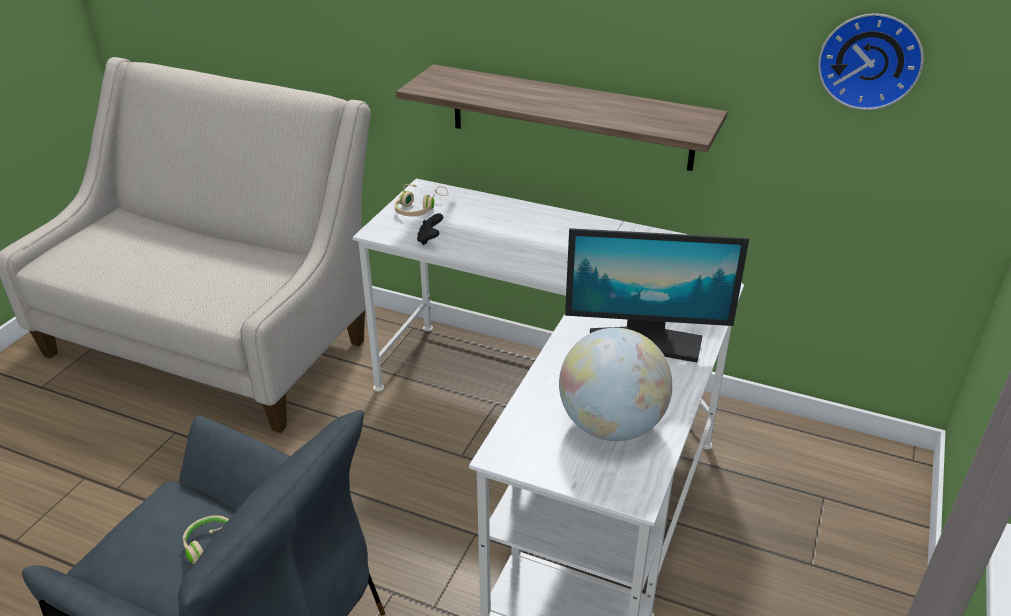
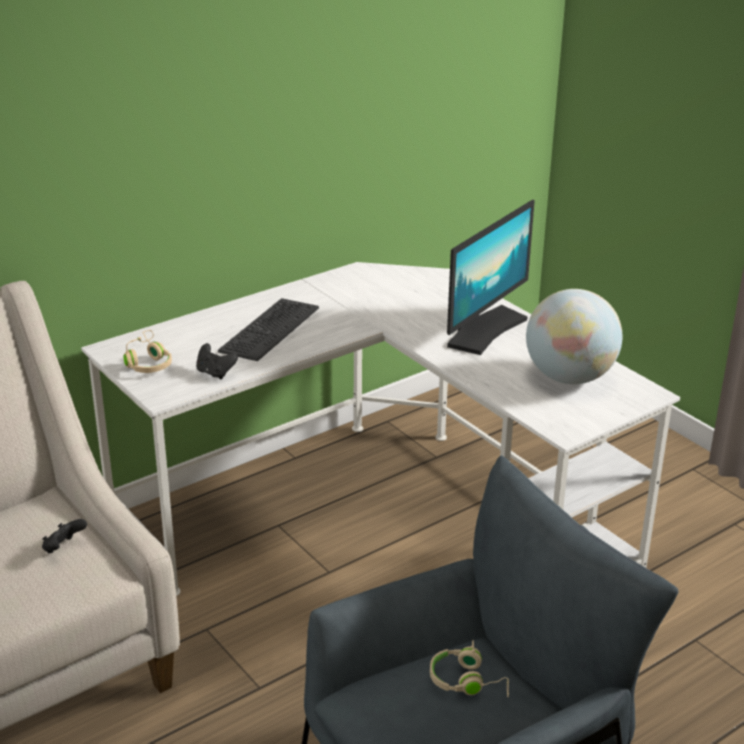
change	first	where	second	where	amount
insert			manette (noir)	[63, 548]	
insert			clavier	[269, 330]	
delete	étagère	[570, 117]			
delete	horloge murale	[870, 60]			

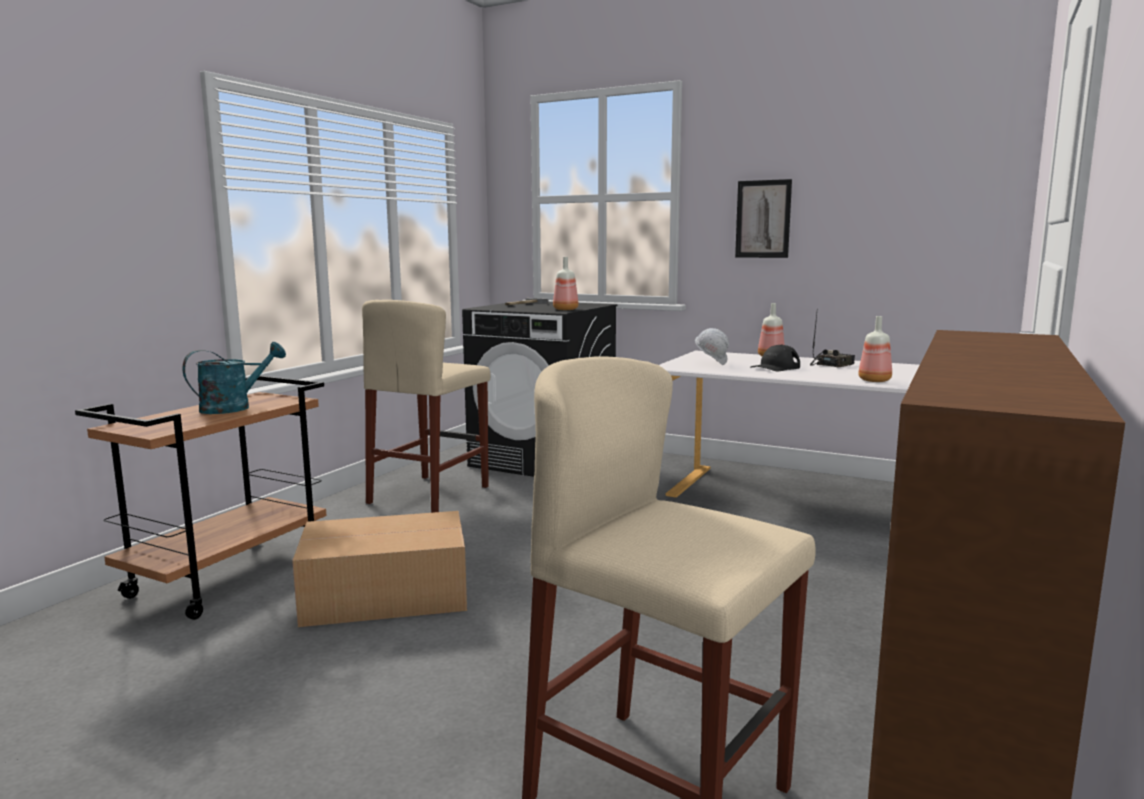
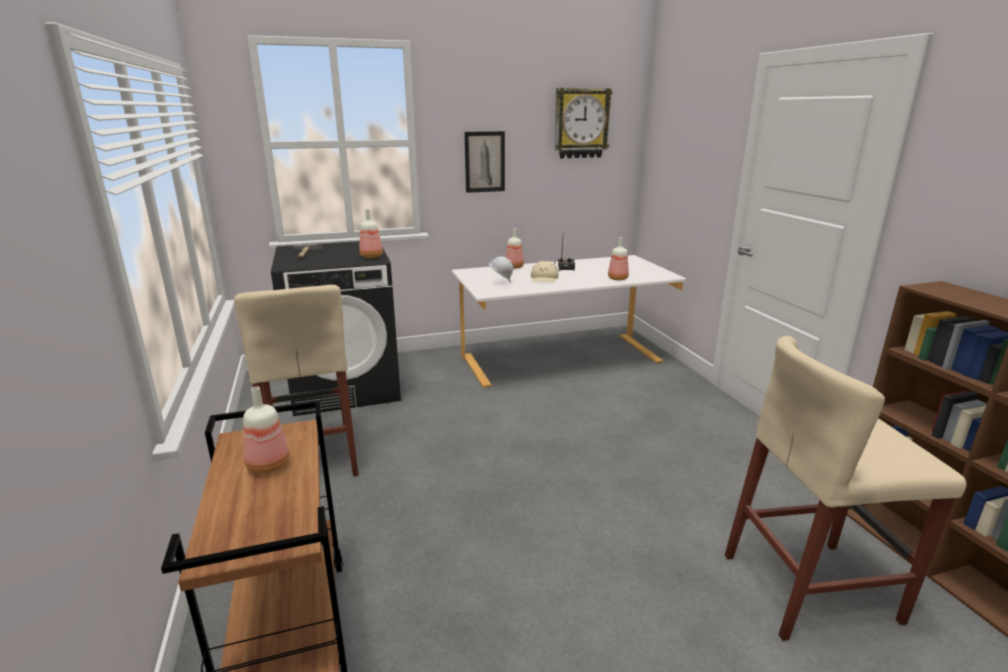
change	first	where	second	where	amount
replace	arrosoir (turquoise)	[234, 407]	bouteille	[267, 466]	
recolor	casquette (noir)	[775, 367]	casquette (beige)	[544, 278]	
insert			horloge murale	[581, 123]	
delete	carton	[383, 595]			

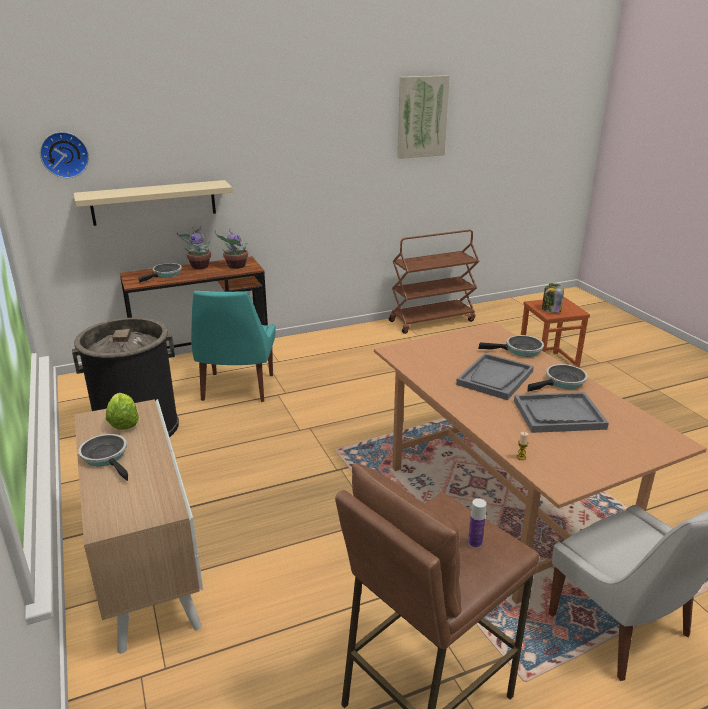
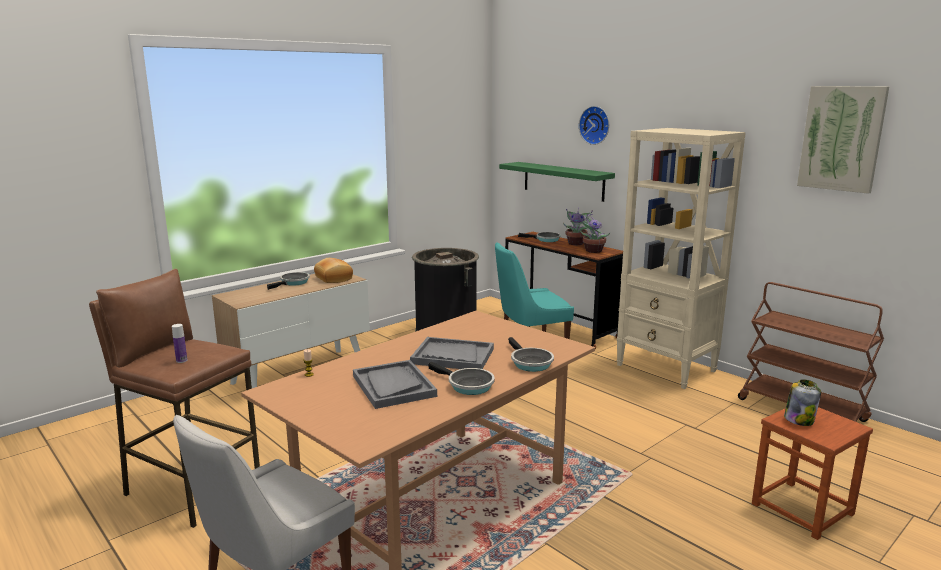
change	first	where	second	where	amount
replace	laitue	[124, 422]	pain	[333, 278]	
recolor	étagère (beige)	[154, 202]	étagère (vert)	[563, 181]	
move	horloge murale	[64, 154]		[595, 125]	
insert			bibliothèque (beige)	[666, 368]	

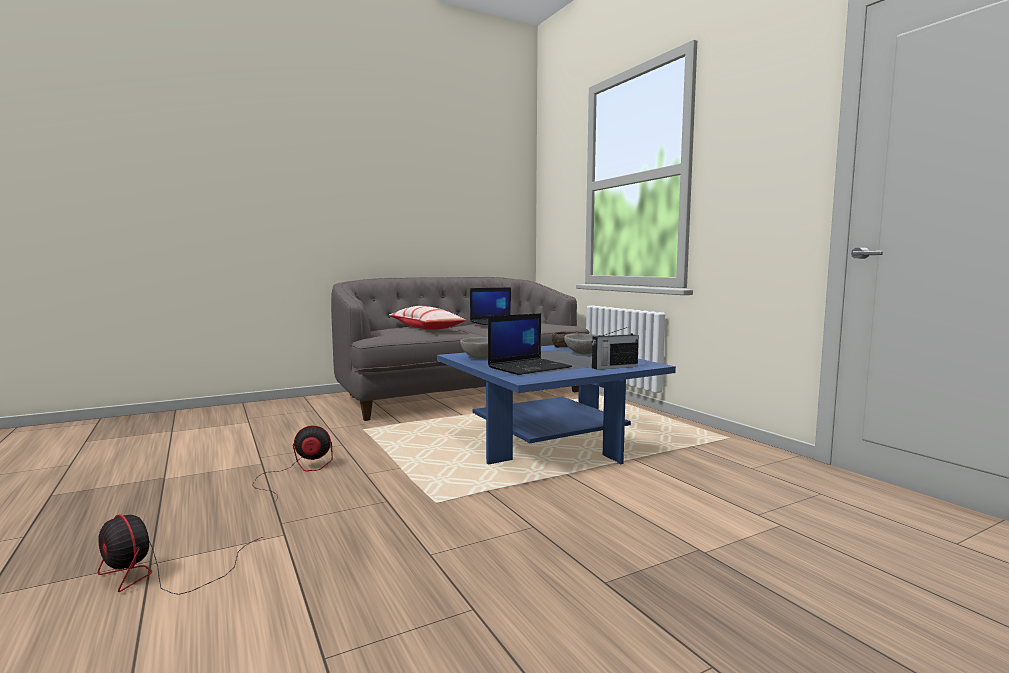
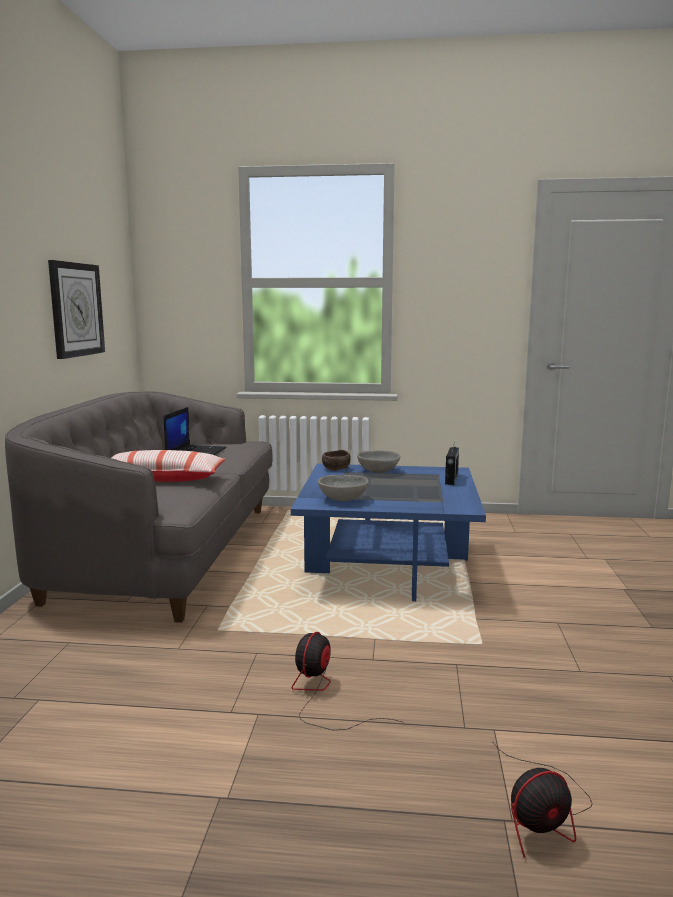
change	first	where	second	where	amount
insert			horloge murale	[76, 309]	
delete	ordinateur portable	[529, 367]			

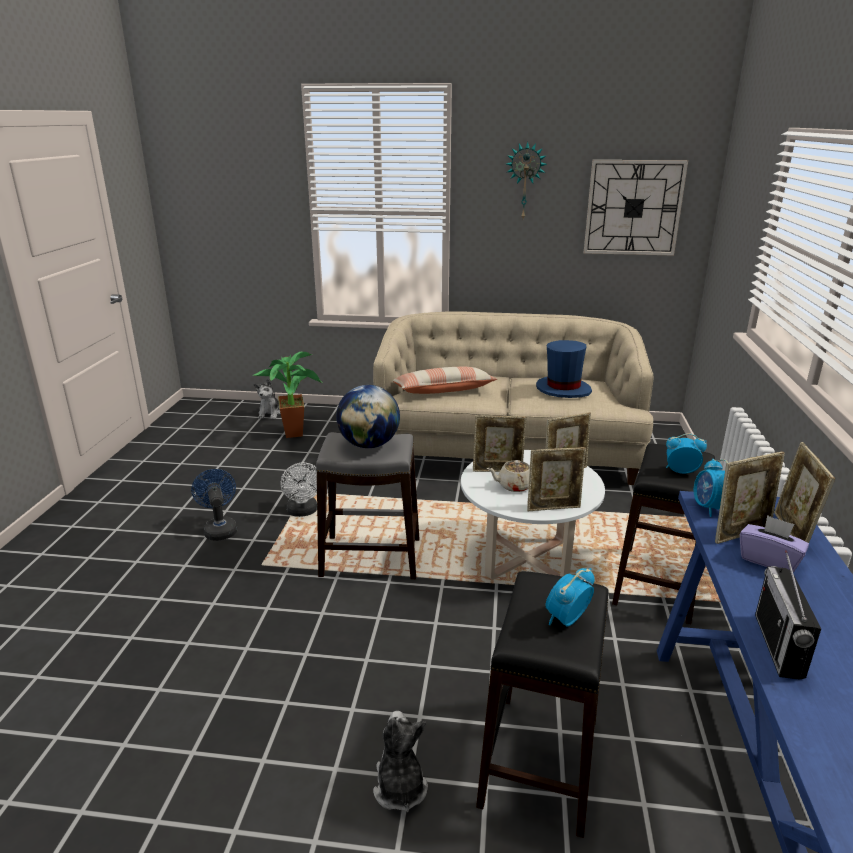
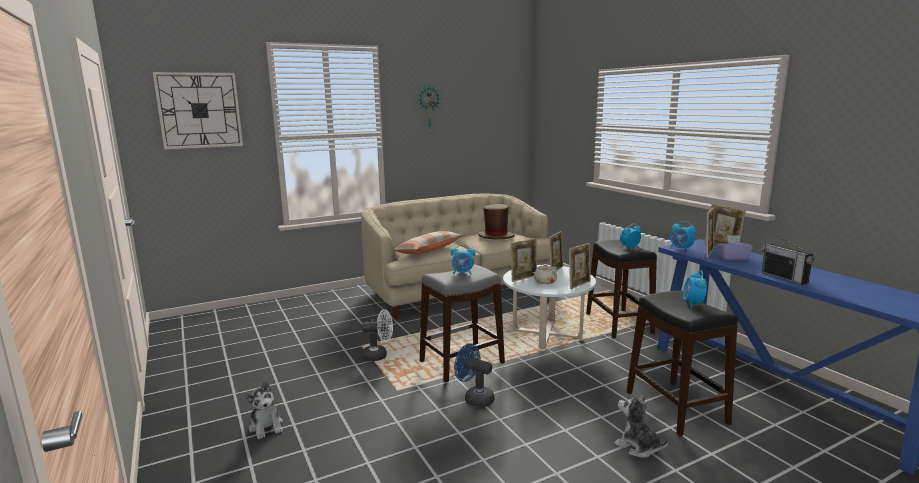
change	first	where	second	where	amount
move	horloge murale	[633, 208]		[199, 110]	
move	peluche	[270, 413]		[266, 426]	
rotate	ventilateur (blanc)	[303, 512]		[379, 356]	45 degrees counterclockwise
replace	globe	[369, 445]	réveil	[463, 273]	
move	ventilateur (bleu)	[220, 529]		[474, 398]	
recolor	chapeau (bleu)	[563, 389]	chapeau (marron)	[496, 236]	
delete	plante en pot	[296, 431]			

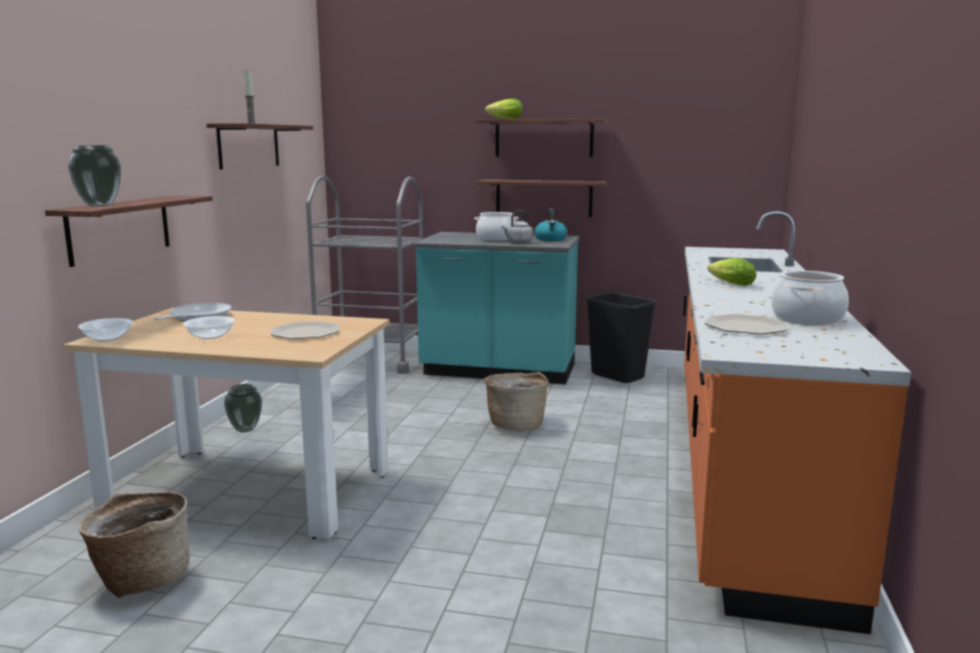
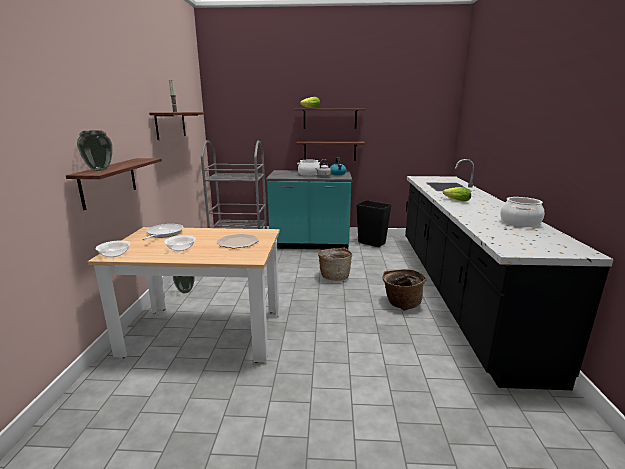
change	first	where	second	where	amount
move	panier	[141, 578]		[401, 303]	
recolor	comptoir de cuisine (orange)	[741, 463]	comptoir de cuisine (noir)	[457, 290]	
delete	assiette	[745, 327]			

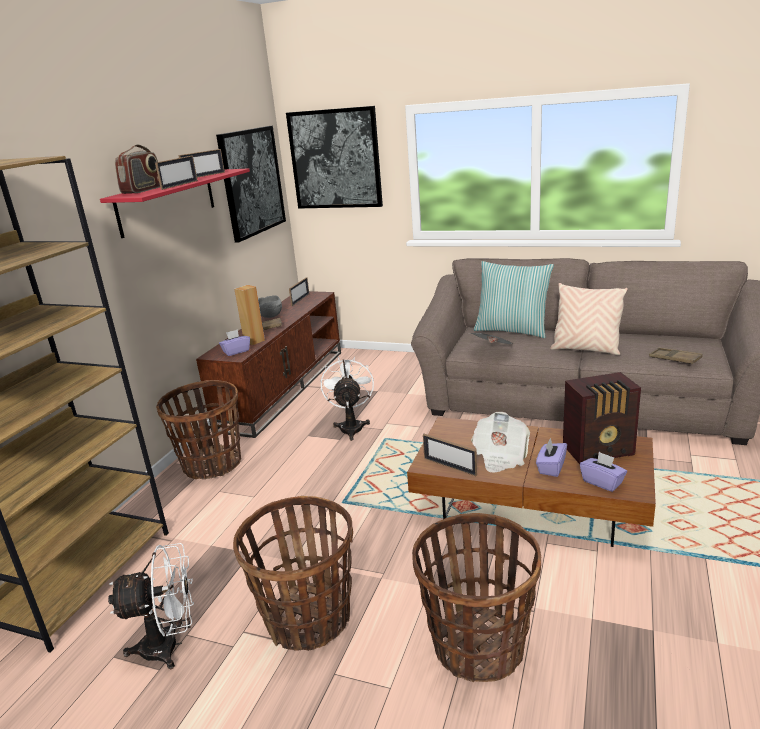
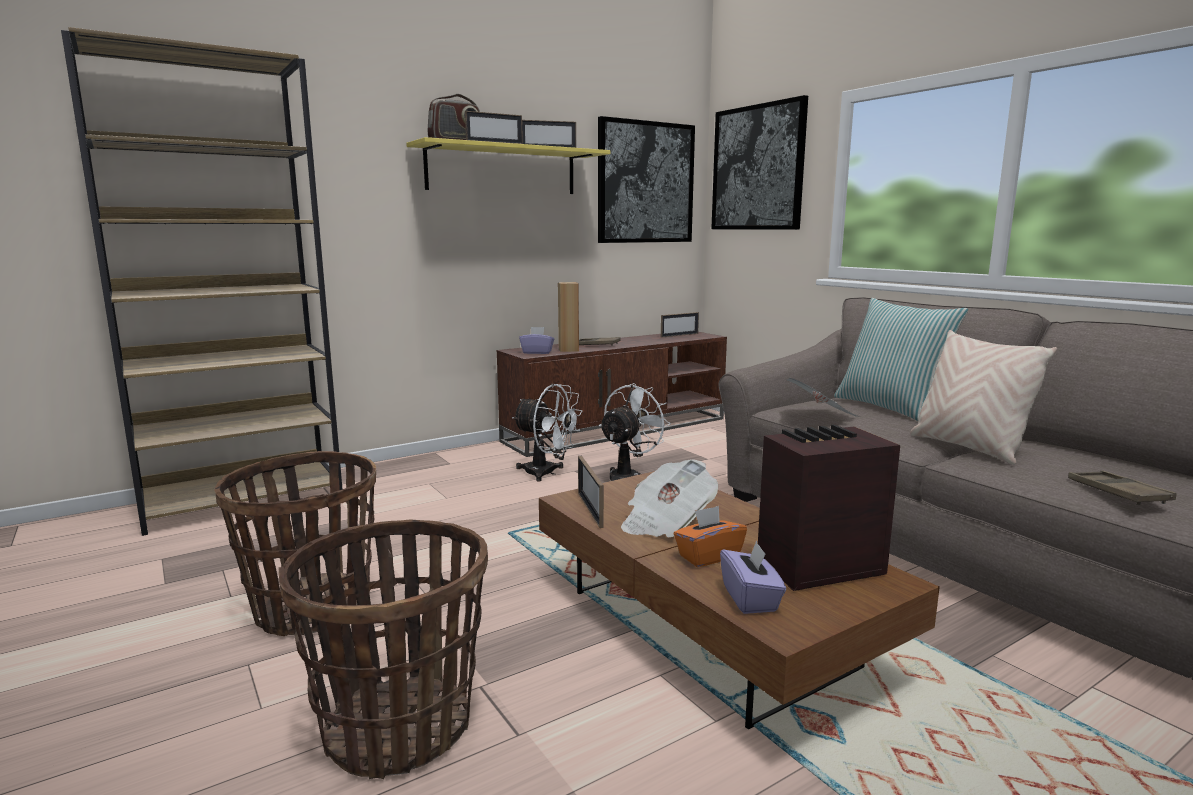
change	first	where	second	where	amount
recolor	étagère (rouge)	[167, 202]	étagère (jaune)	[502, 170]	
move	ventilateur (blanc)	[170, 646]		[547, 473]	
recolor	boîte à mouchoirs (violet)	[551, 467]	boîte à mouchoirs (orange)	[708, 556]	
rotate	radio	[600, 451]		[816, 568]	135 degrees clockwise
delete	panier	[211, 465]			
delete	bol (gris)	[271, 316]			

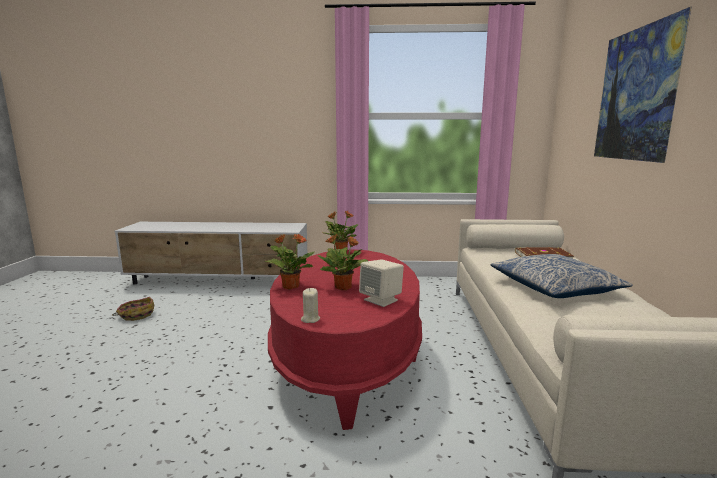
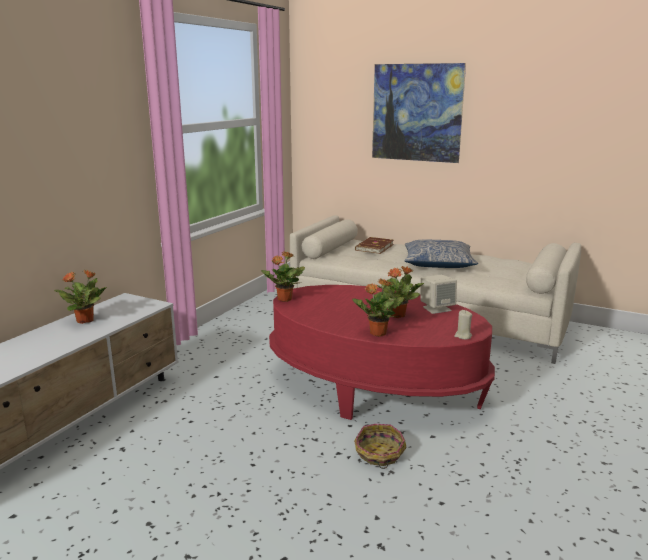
change	first	where	second	where	amount
insert			plante en pot	[86, 320]	
move	panier	[136, 315]		[379, 454]	

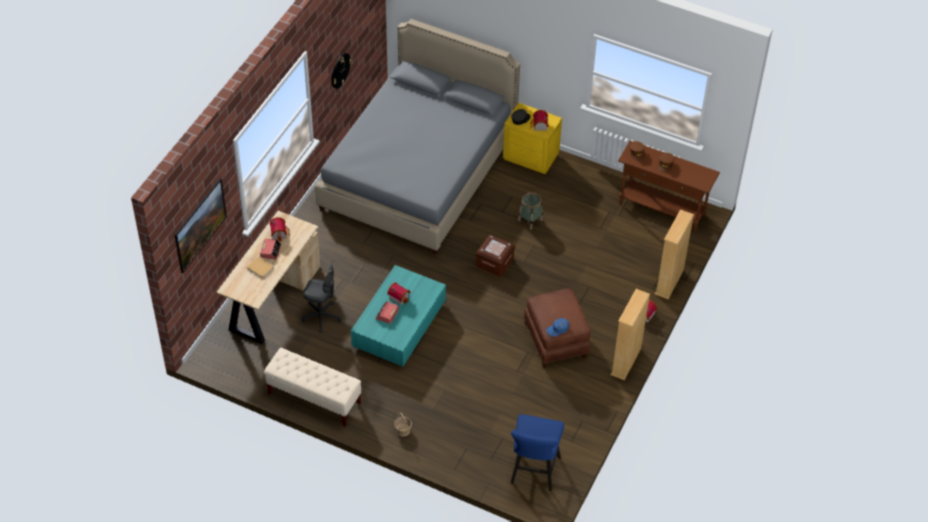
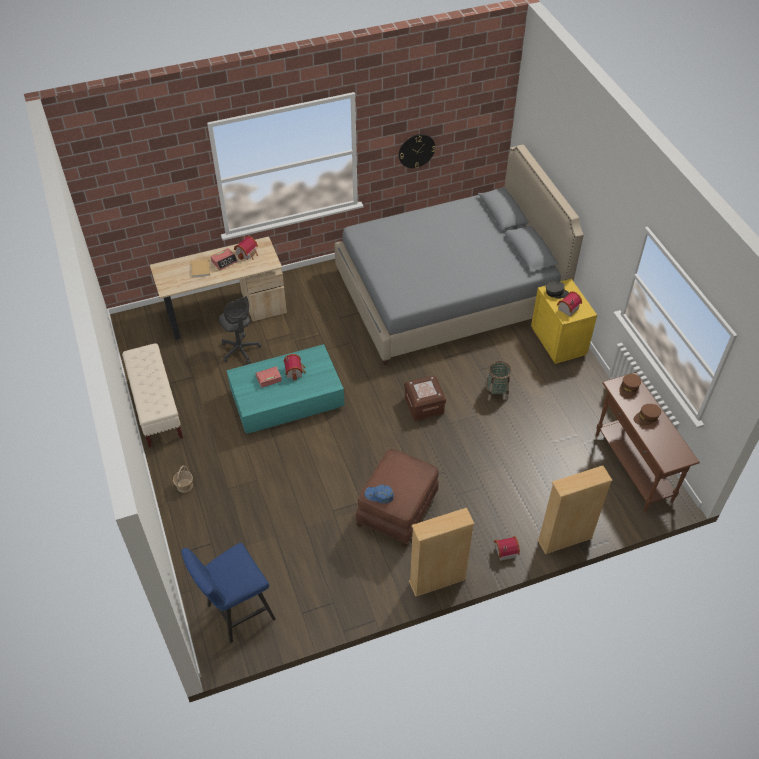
change	first	where	second	where	amount
delete	tableau	[201, 234]			

